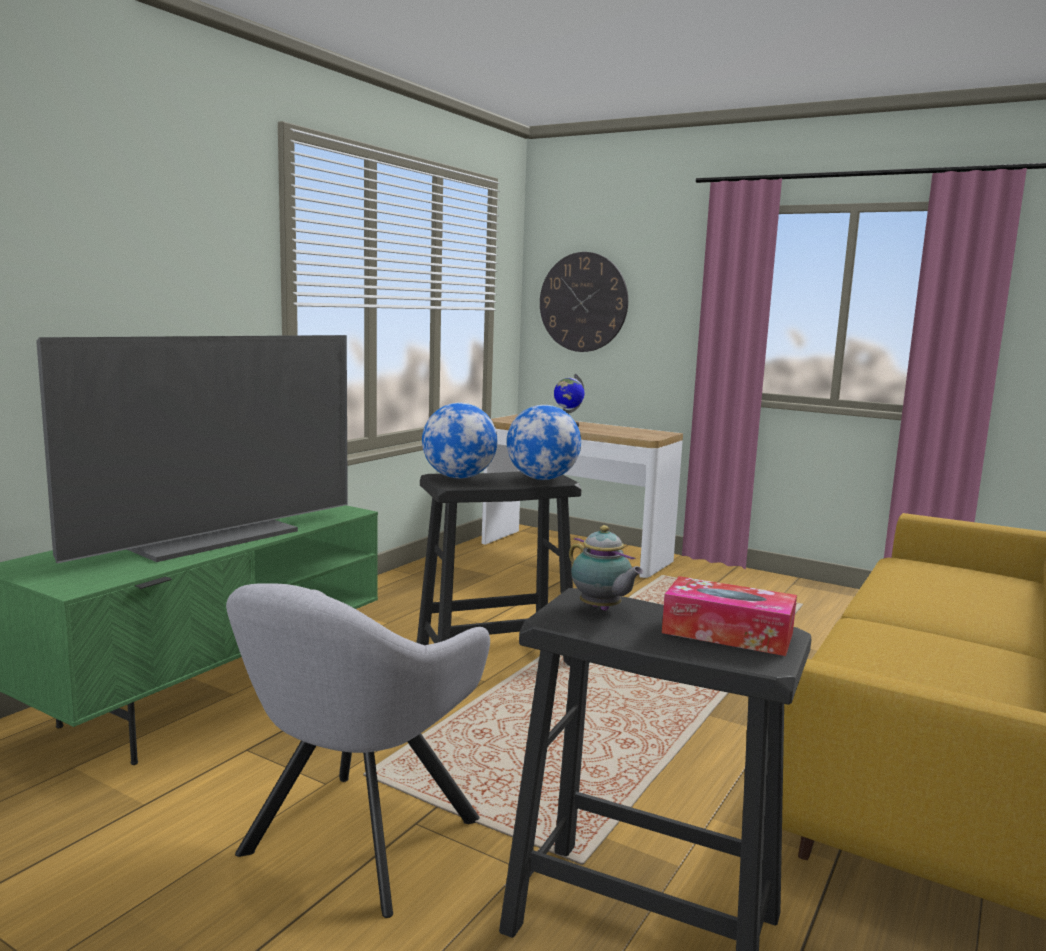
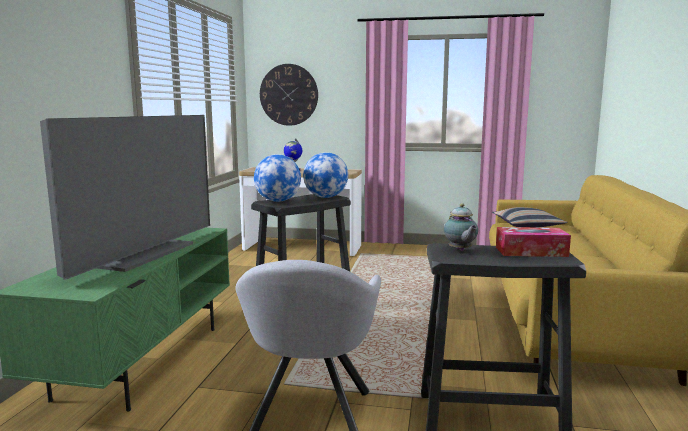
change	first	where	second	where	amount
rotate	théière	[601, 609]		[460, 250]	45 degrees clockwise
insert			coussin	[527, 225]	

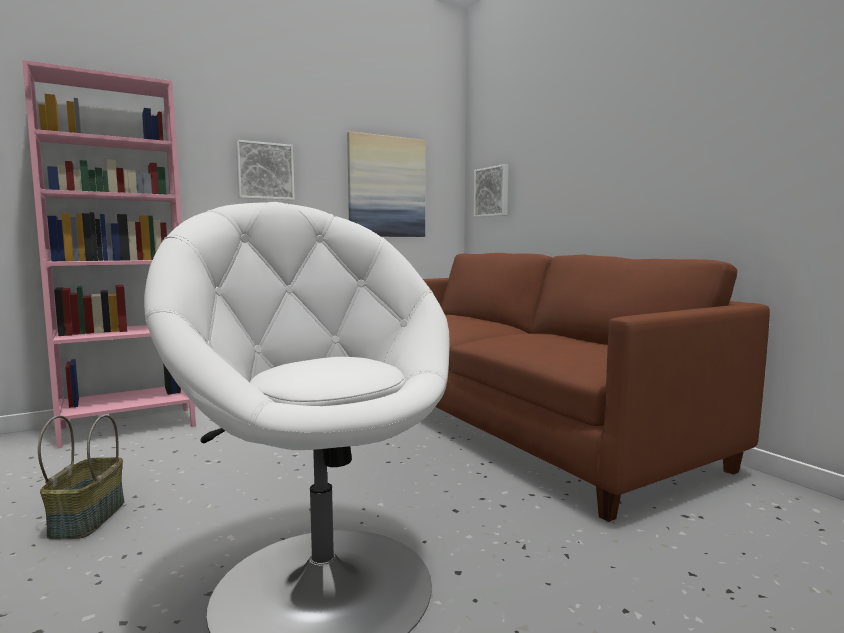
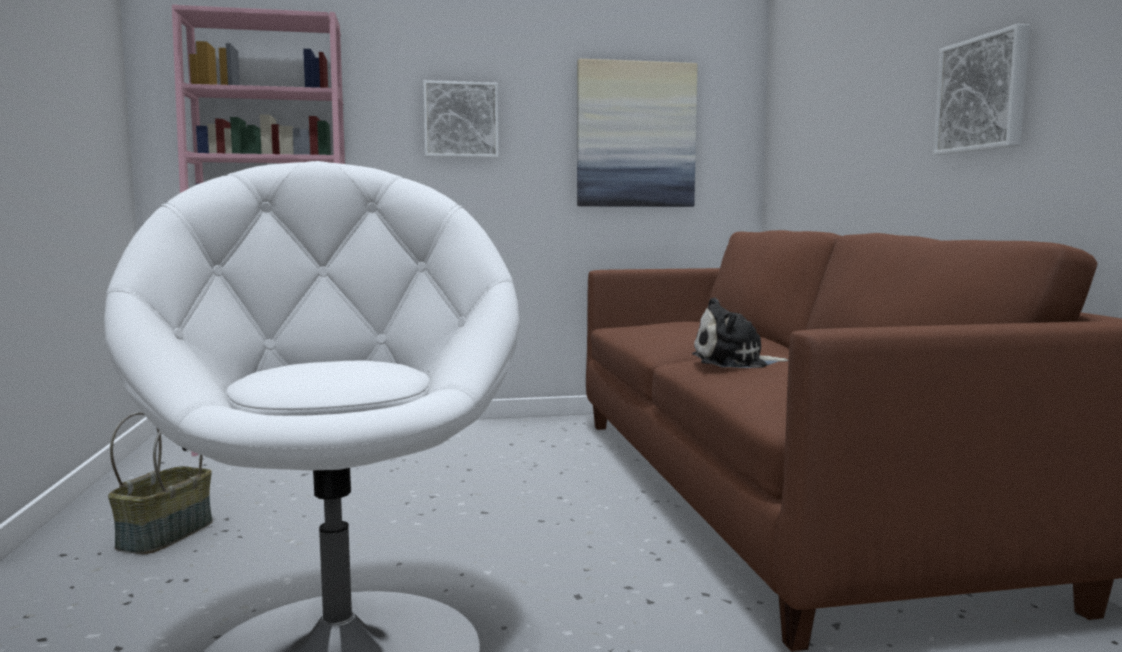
change	first	where	second	where	amount
insert			peluche	[734, 362]	
move	tableau	[492, 192]		[983, 94]	

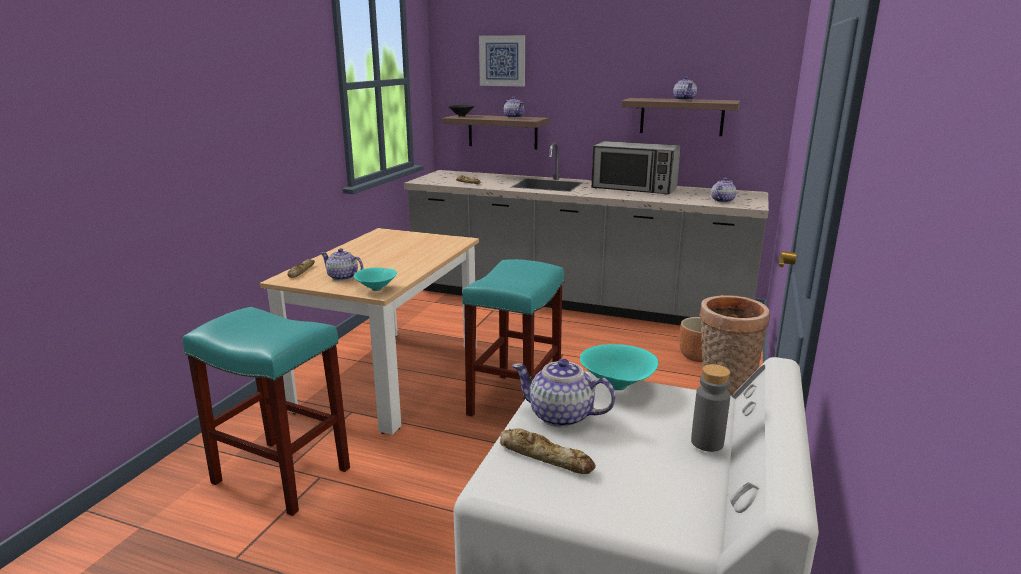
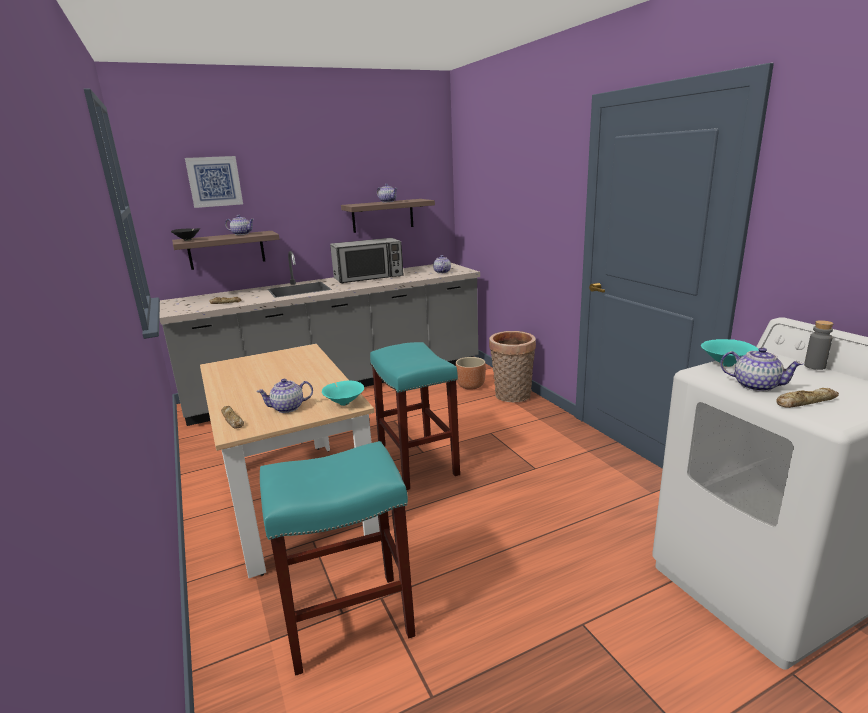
change	first	where	second	where	amount
rotate	théière	[561, 416]		[755, 386]	120 degrees counterclockwise

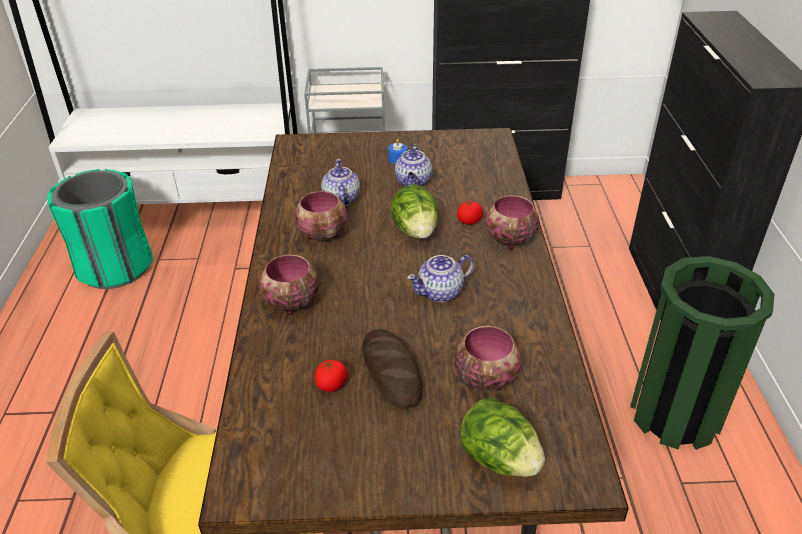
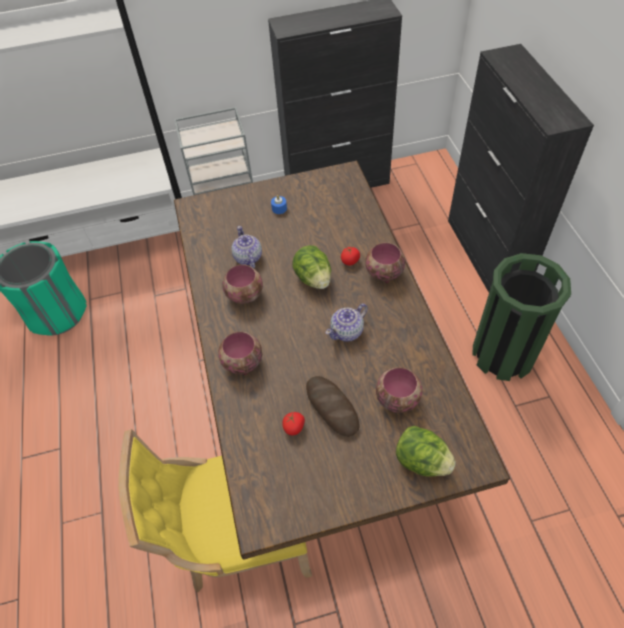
change	first	where	second	where	amount
delete	théière	[414, 182]			

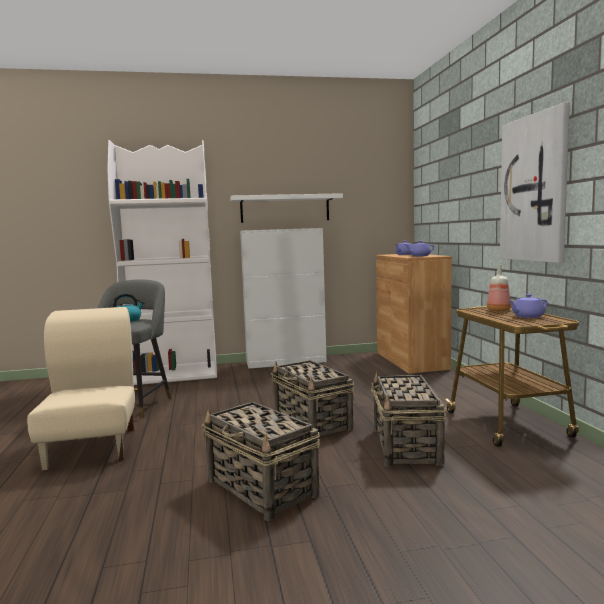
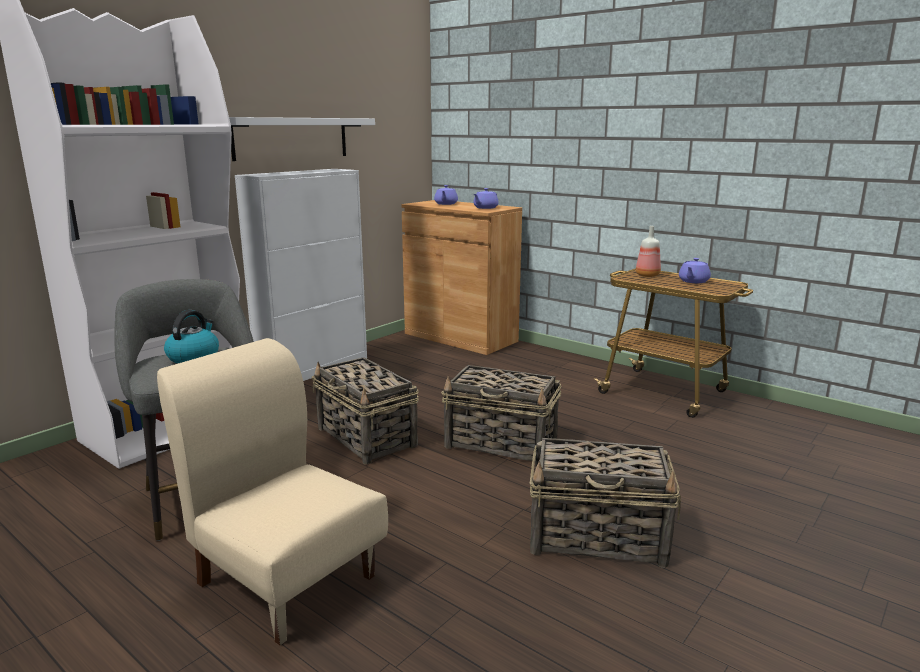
change	first	where	second	where	amount
move	panier	[406, 446]		[367, 438]	
delete	tableau	[534, 188]			

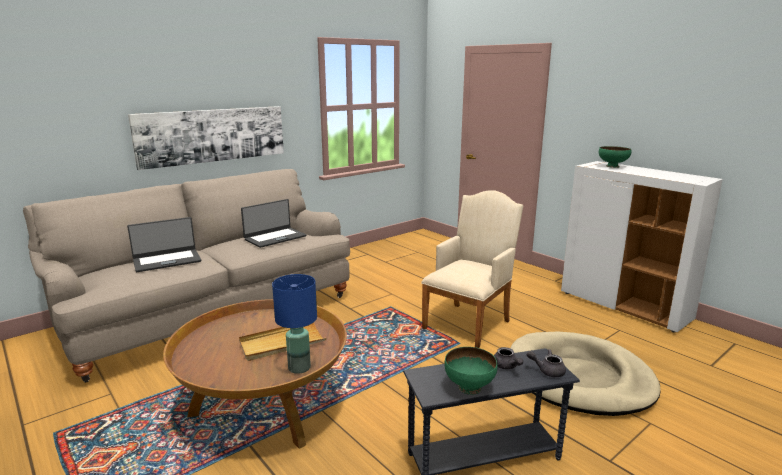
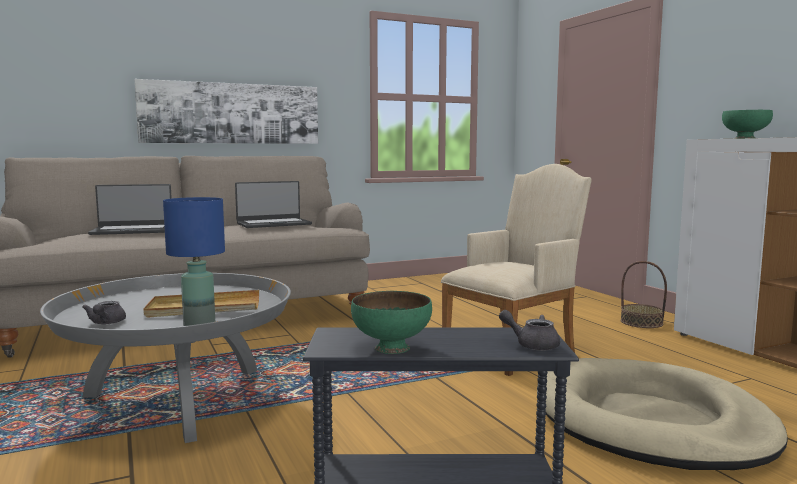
change	first	where	second	where	amount
recolor	table basse (marron)	[264, 407]	table basse (gris)	[179, 399]	
move	théière (gris)	[506, 366]		[106, 323]	
insert			panier	[641, 322]	

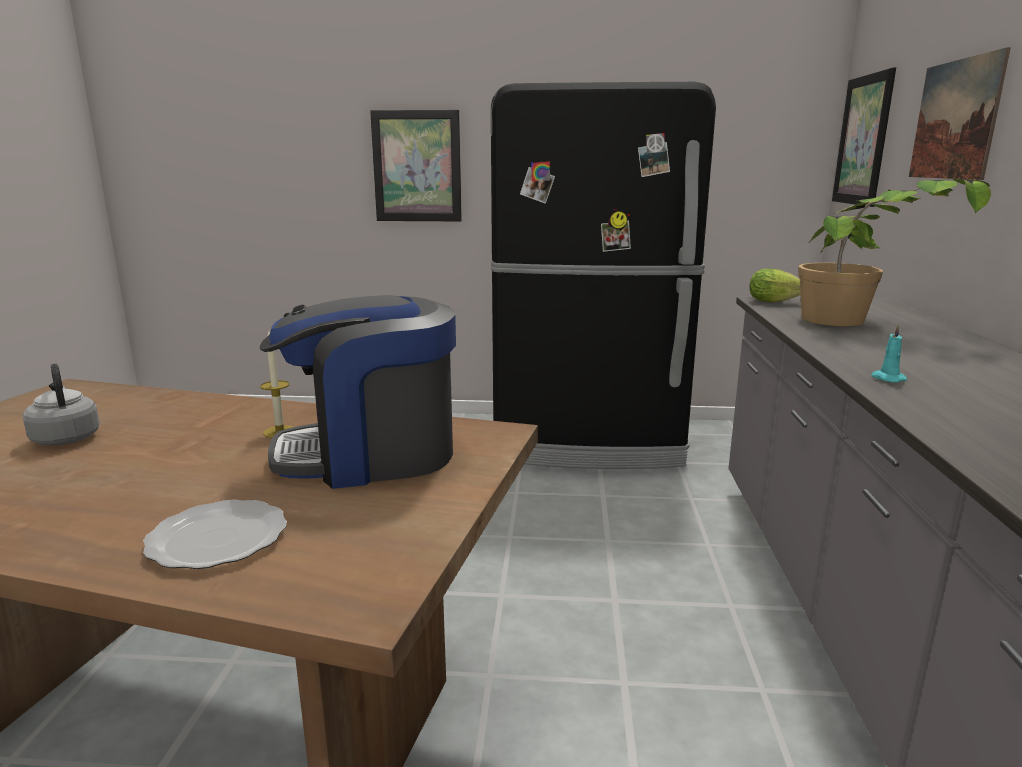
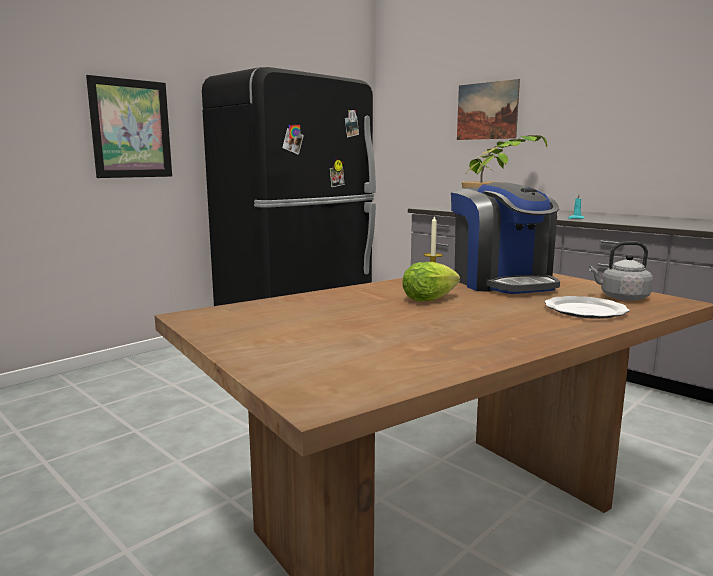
change	first	where	second	where	amount
move	laitue	[776, 302]		[432, 299]	
rotate	machine à café	[370, 455]		[502, 283]	45 degrees counterclockwise
move	bouilloire (gris)	[66, 438]		[621, 298]	
delete	tableau	[862, 140]			

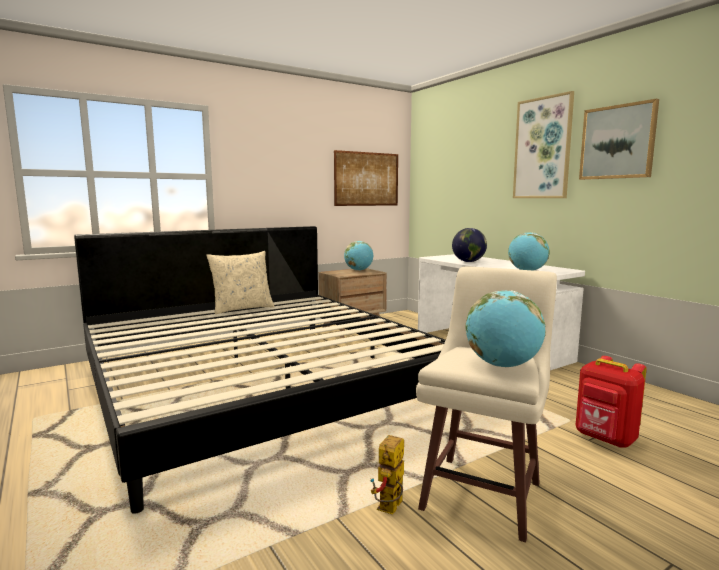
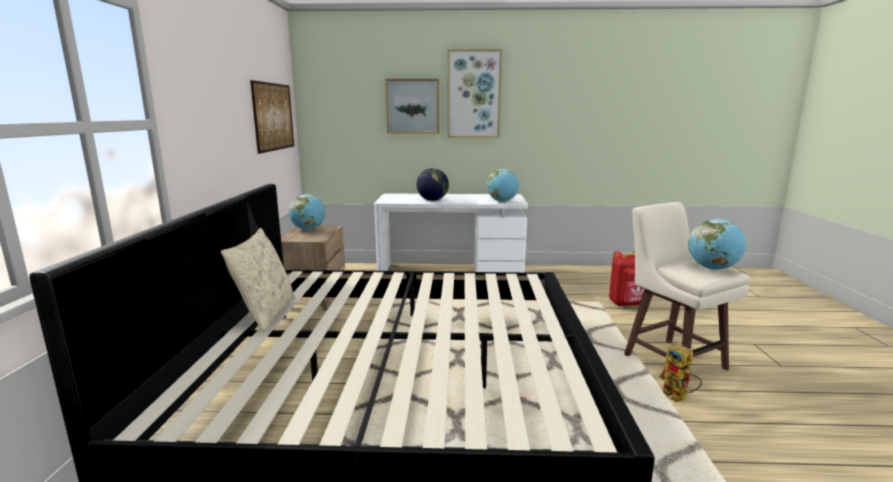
change	first	where	second	where	amount
move	tableau	[617, 142]		[412, 106]	

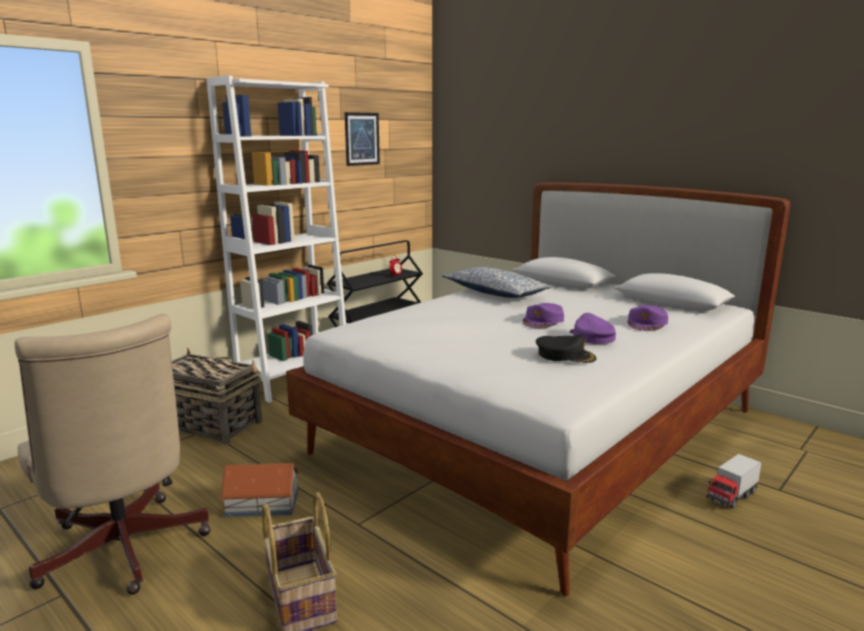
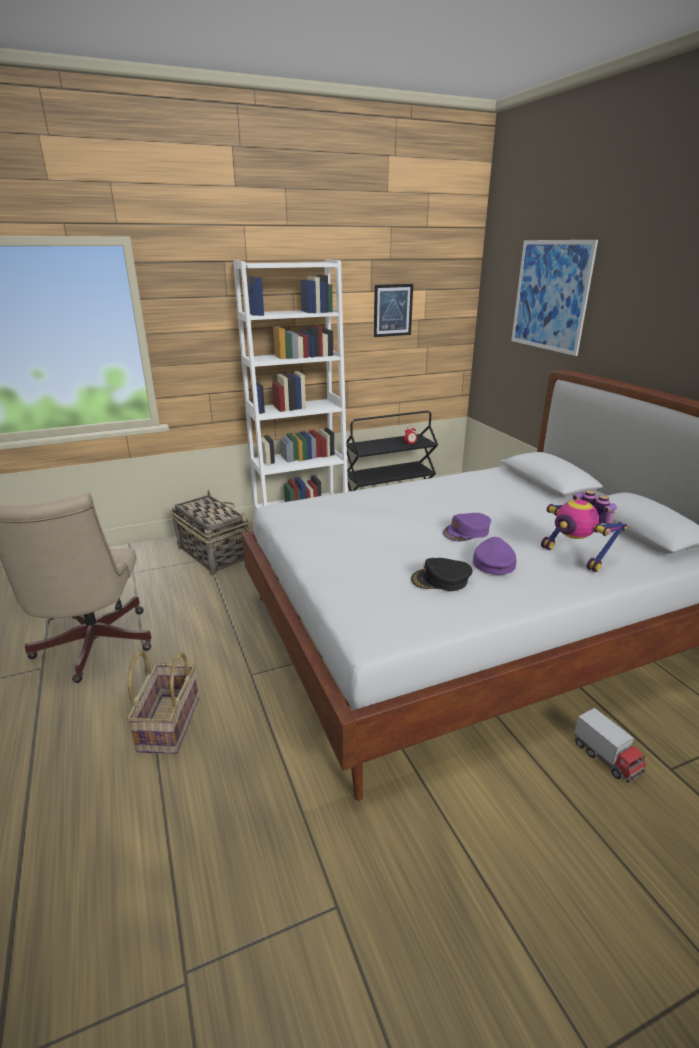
change	first	where	second	where	amount
rotate	casquette (noir)	[565, 355]		[441, 580]	135 degrees clockwise
insert			tableau	[550, 296]	
replace	casquette (violet)	[647, 323]	robot jouet	[574, 556]	
rotate	camion jouet	[731, 496]		[606, 758]	105 degrees counterclockwise
delete	maison miniature	[261, 503]			
delete	coussin	[495, 293]			

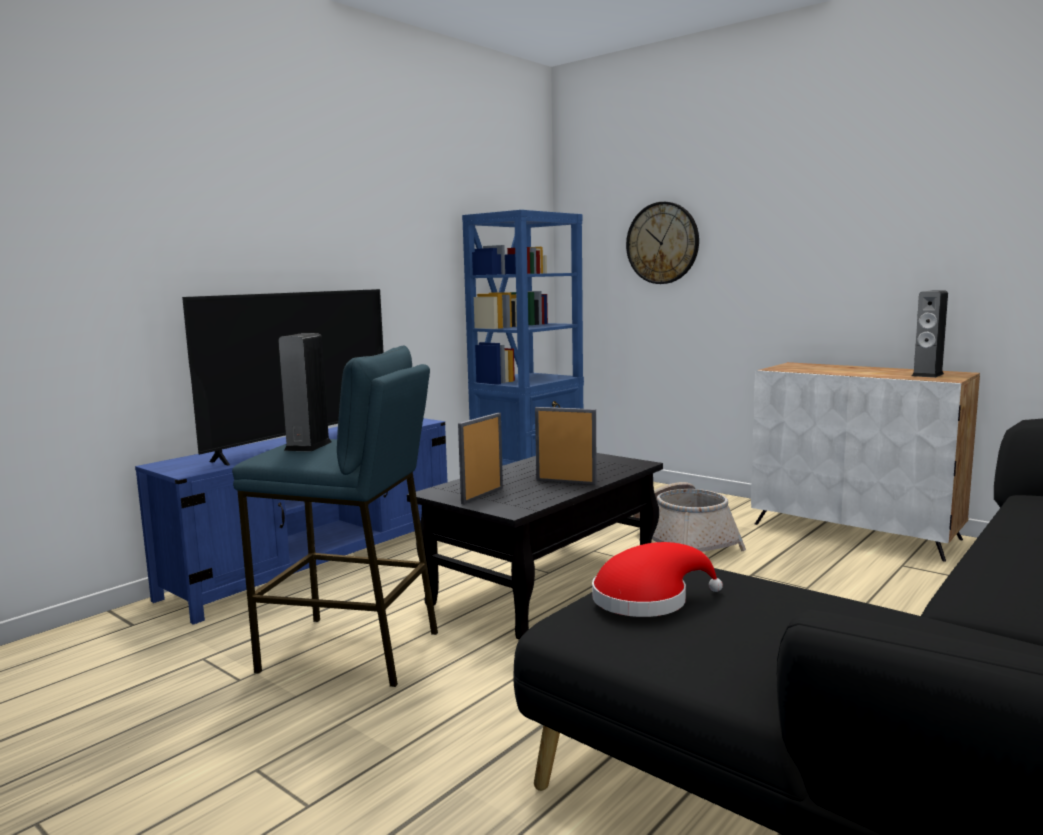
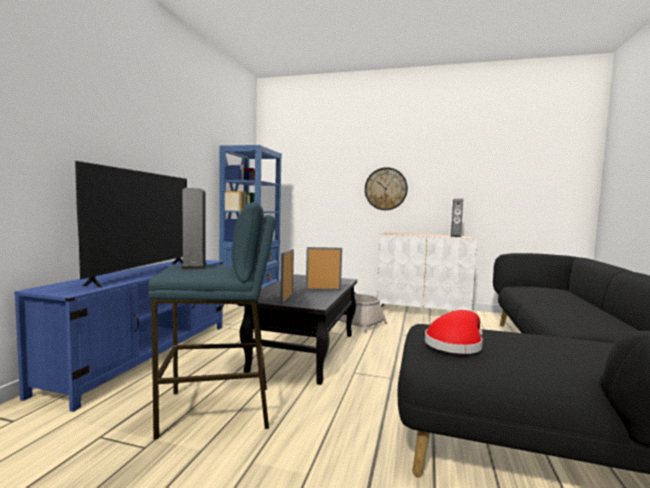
change	first	where	second	where	amount
move	horloge murale	[662, 243]		[386, 189]	

